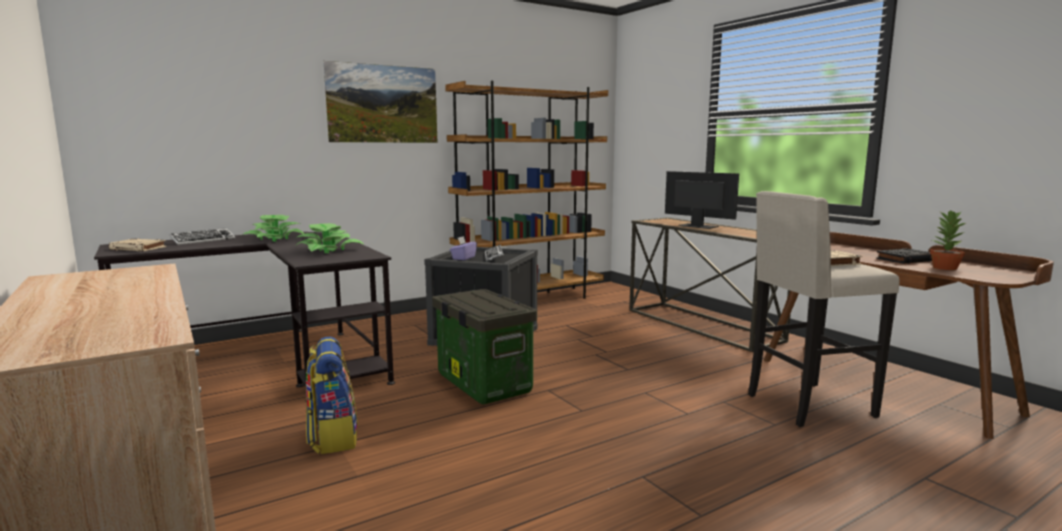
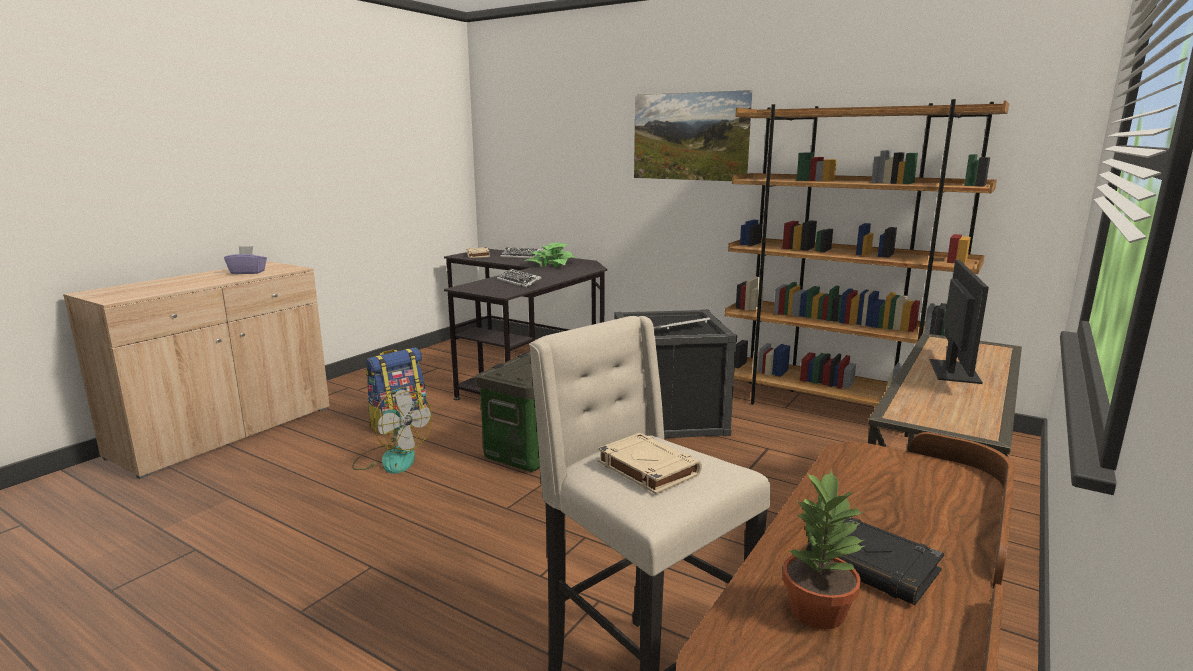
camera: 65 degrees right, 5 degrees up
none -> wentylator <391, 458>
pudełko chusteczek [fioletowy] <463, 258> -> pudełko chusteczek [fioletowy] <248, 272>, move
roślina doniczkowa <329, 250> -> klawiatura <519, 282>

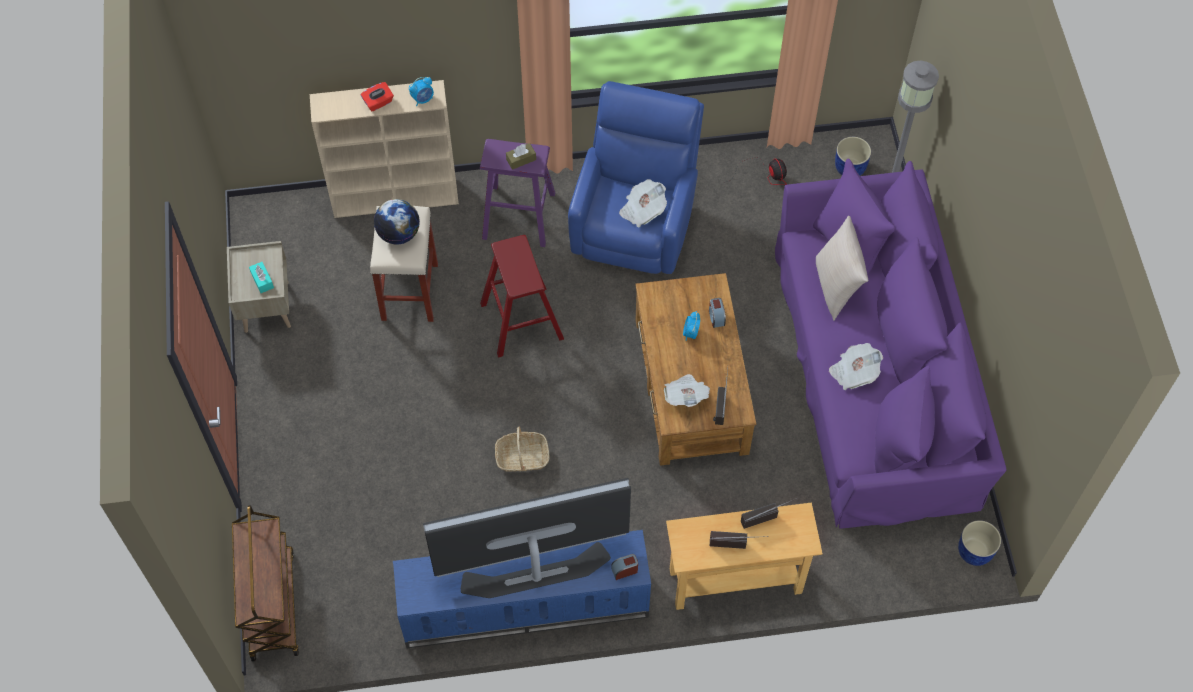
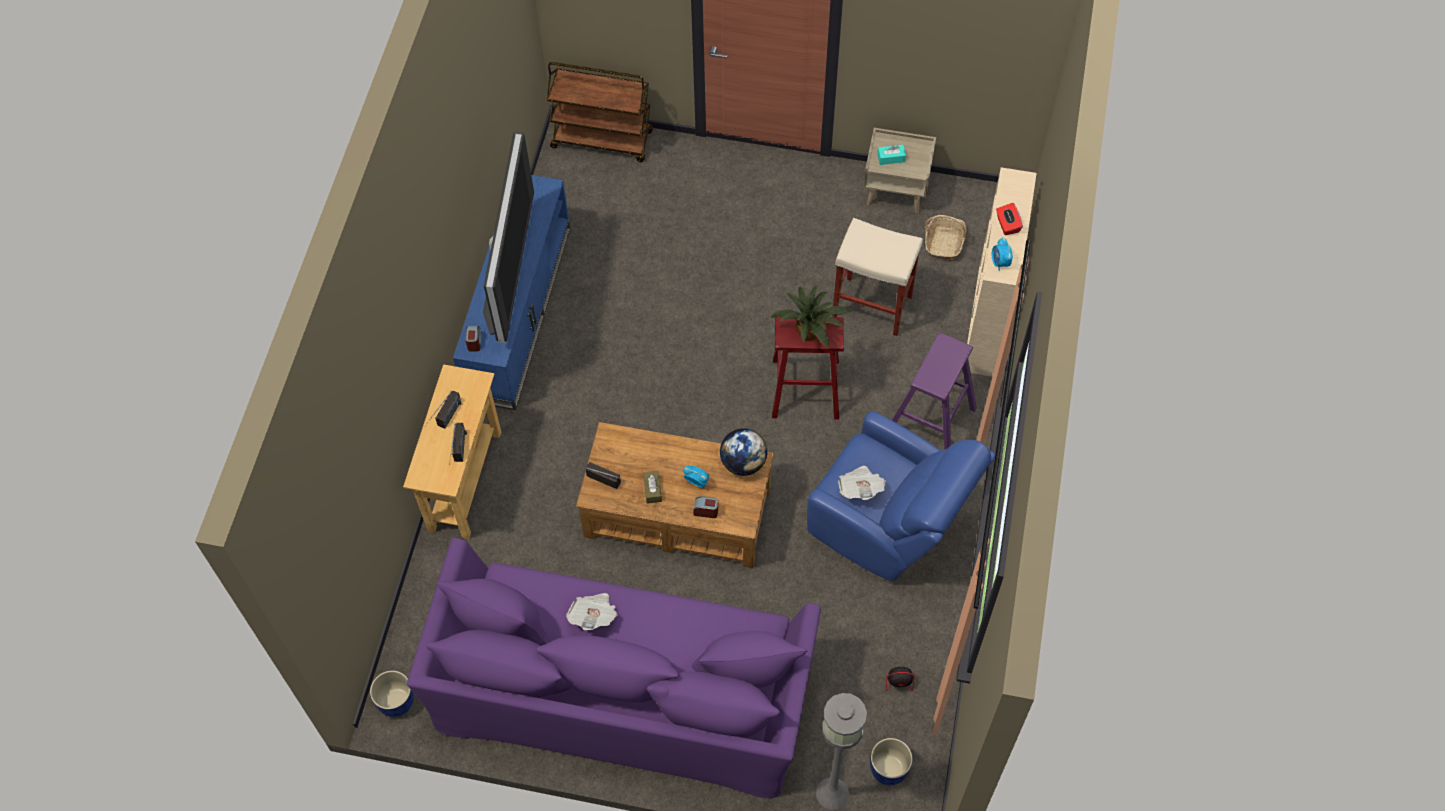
camera: 110 degrees right, 0 degrees up
gazeta <685, 396> -> none
poduszka [beżowy] <836, 286> -> none
none -> roślina doniczkowa <810, 330>
globus <399, 234> -> globus <743, 463>, move
koszyk <522, 457> -> koszyk <944, 242>, move
pudełko chusteczek [brązowy] <521, 159> -> pudełko chusteczek [brązowy] <652, 490>, move

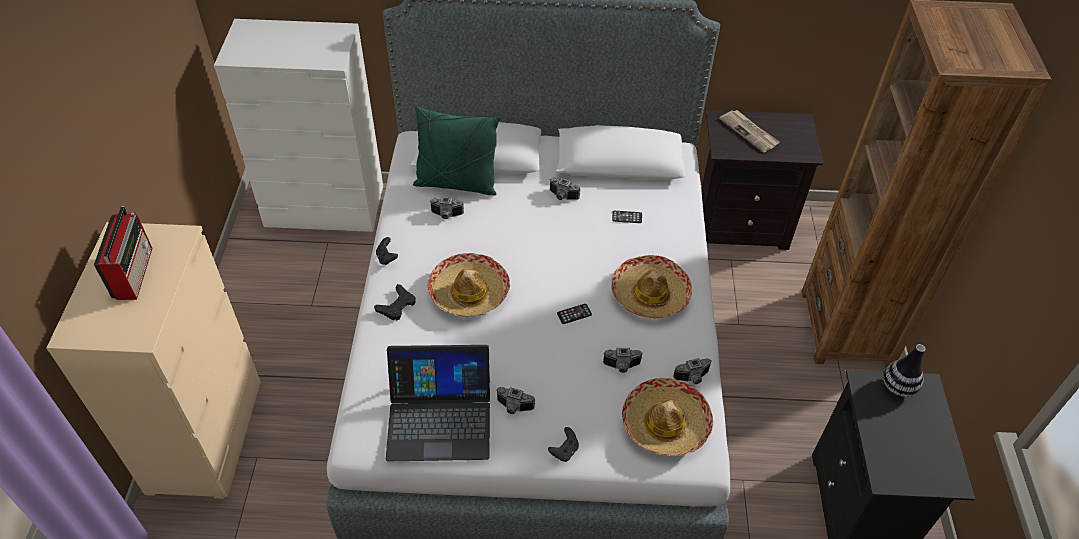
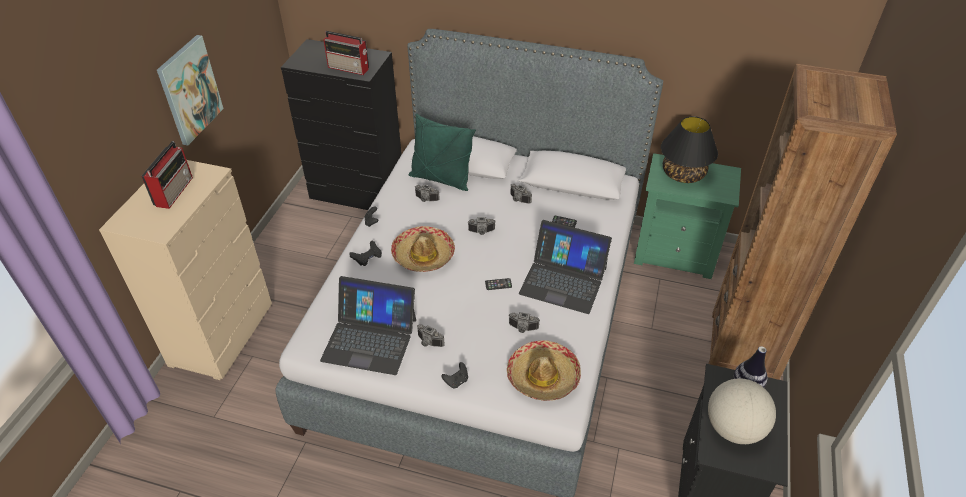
camera: 15 degrees right, 5 degrees down
none -> obraz <189, 90>
none -> radio <349, 68>
none -> globus <733, 428>
aparat fotograficzny <693, 378> -> aparat fotograficzny <481, 232>, move
kapelusz <650, 294> -> laptop <563, 280>
gazeta <749, 132> -> lampa stołowa [czarny] <683, 174>
komoda [biały] <326, 207> -> komoda [czarny] <358, 192>
szafka nocna [czarny] <739, 224> -> szafka nocna [zielony] <675, 253>

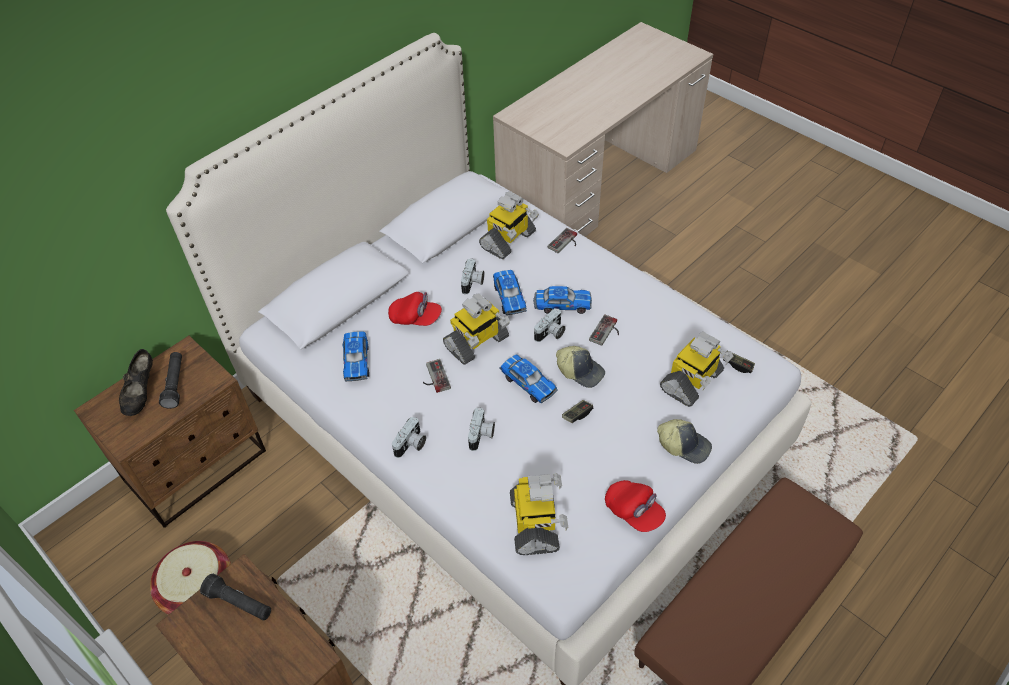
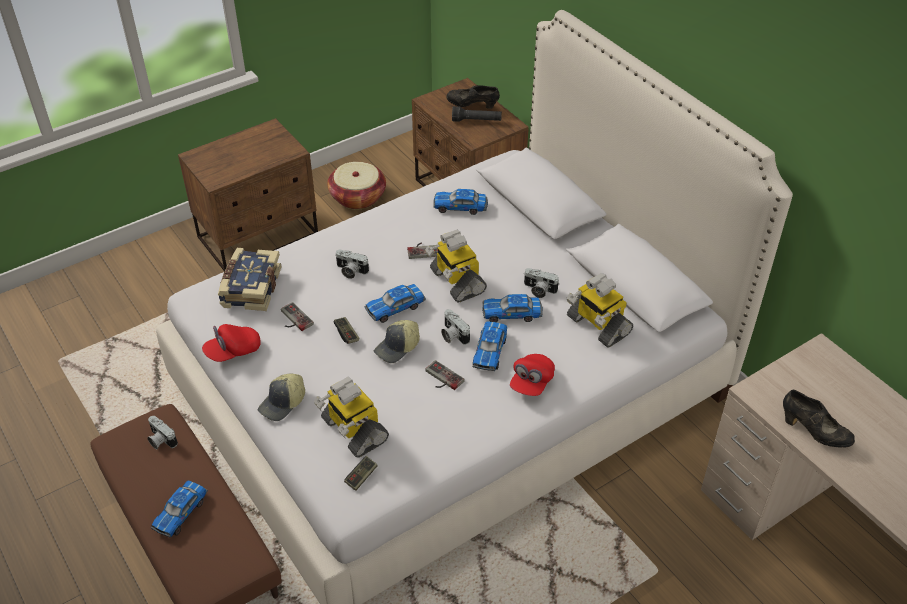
camera: 100 degrees right, 5 degrees down
latarka [czarny] <239, 603> -> none
none -> samochodzik <181, 512>
none -> but [czarny] <813, 432>
czapka z daszkiem [czerwony] <415, 318> -> czapka z daszkiem [czerwony] <531, 382>, move
aparat fotograficzny <411, 445> -> aparat fotograficzny <160, 440>, move
pad do gier <565, 243> -> pad do gier <293, 319>, move
robot zabawkowy <535, 524> -> książka <250, 288>

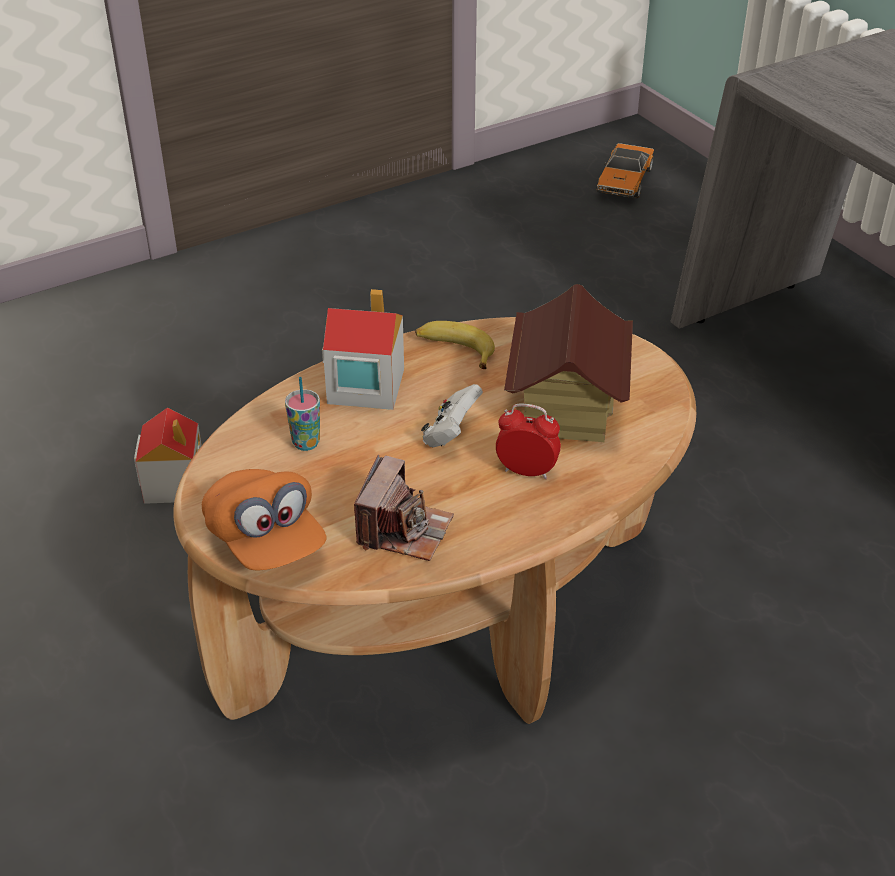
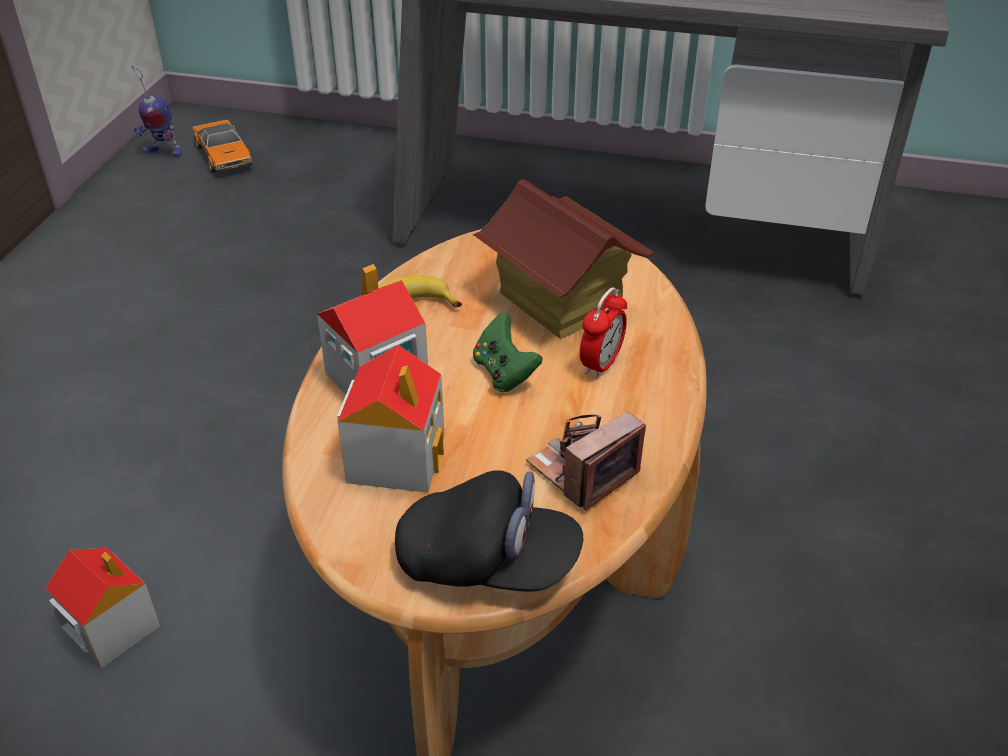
camera: 45 degrees left, 0 degrees up
none -> robot zabawkowy <163, 153>
filiżanka <306, 443> -> domek <396, 457>
czapka z daszkiem [pomarańczowy] <266, 541> -> czapka z daszkiem [czarny] <487, 562>
pad do gier [biały] <450, 434> -> pad do gier [zielony] <504, 373>
aparat fotograficzny <403, 530> -> aparat fotograficzny <583, 471>, 105 degrees counterclockwise
budzik <526, 471> -> budzik <601, 364>, 150 degrees clockwise

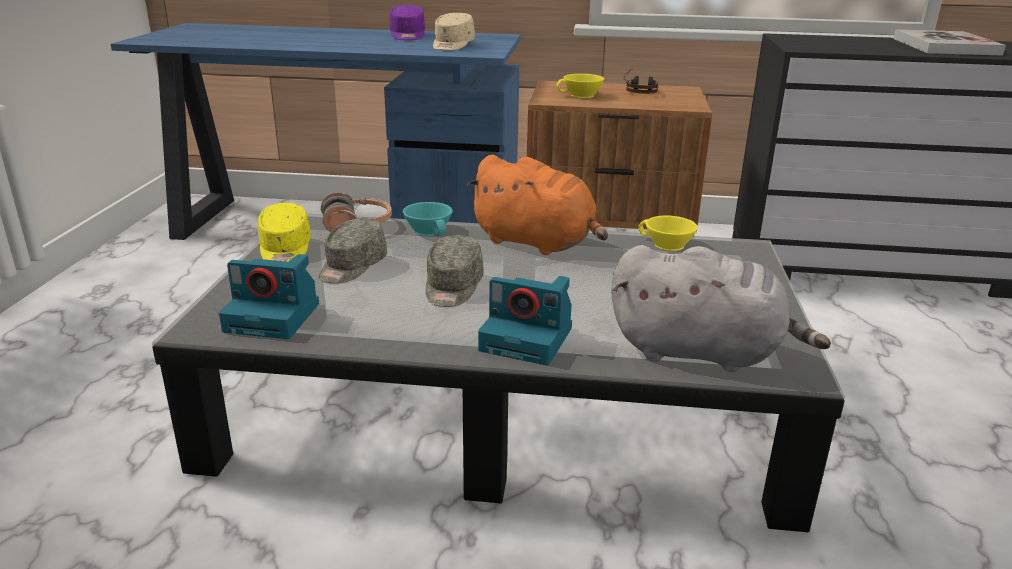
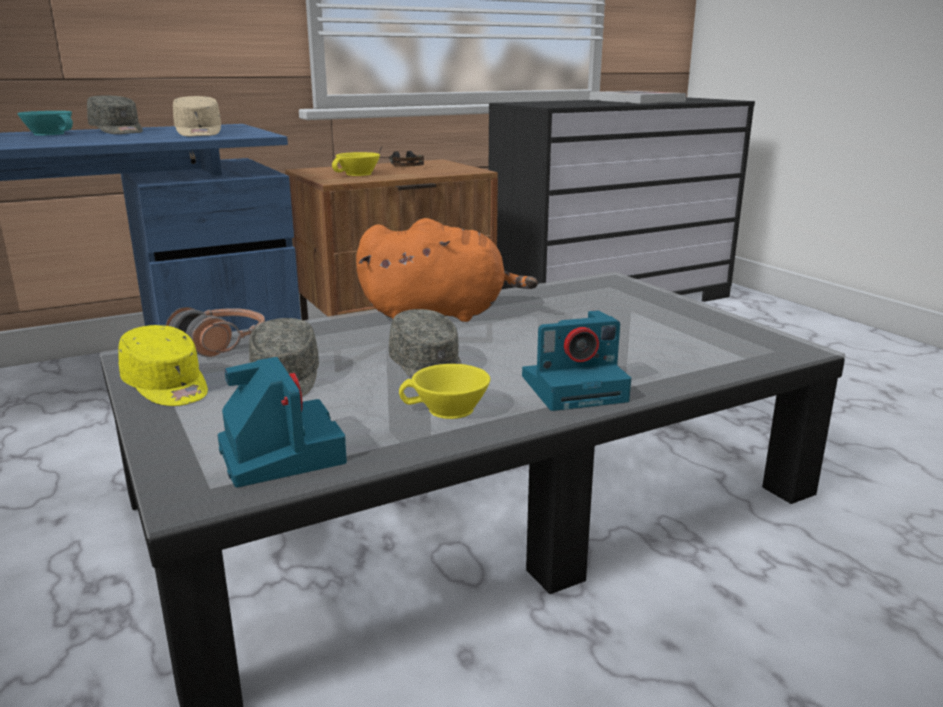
camera: 35 degrees left, 5 degrees down
pluszak [szary] <701, 352> -> none
filiżanka [turkusowy] <430, 230> -> filiżanka [turkusowy] <52, 134>, move
filiżanka [żółty] <666, 245> -> filiżanka [żółty] <448, 410>, move
czapka z daszkiem [fioletowy] <407, 36> -> czapka z daszkiem [szary] <118, 131>
aparat fotograficzny <275, 317> -> aparat fotograficzny <279, 452>, 90 degrees counterclockwise

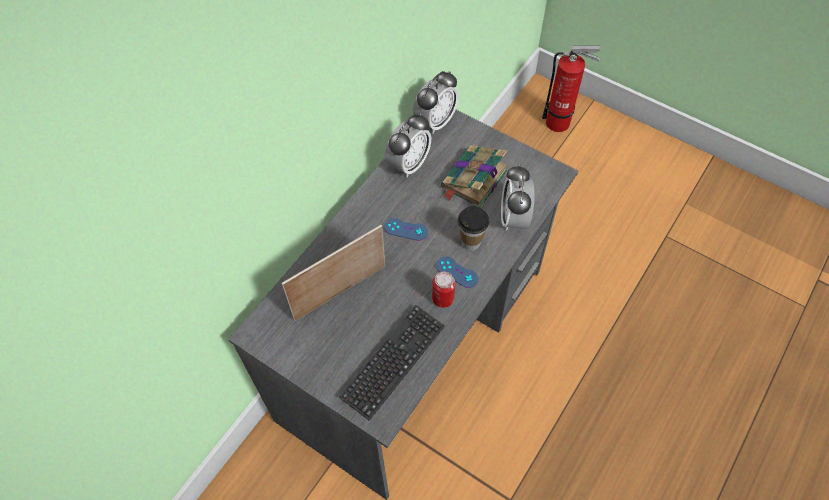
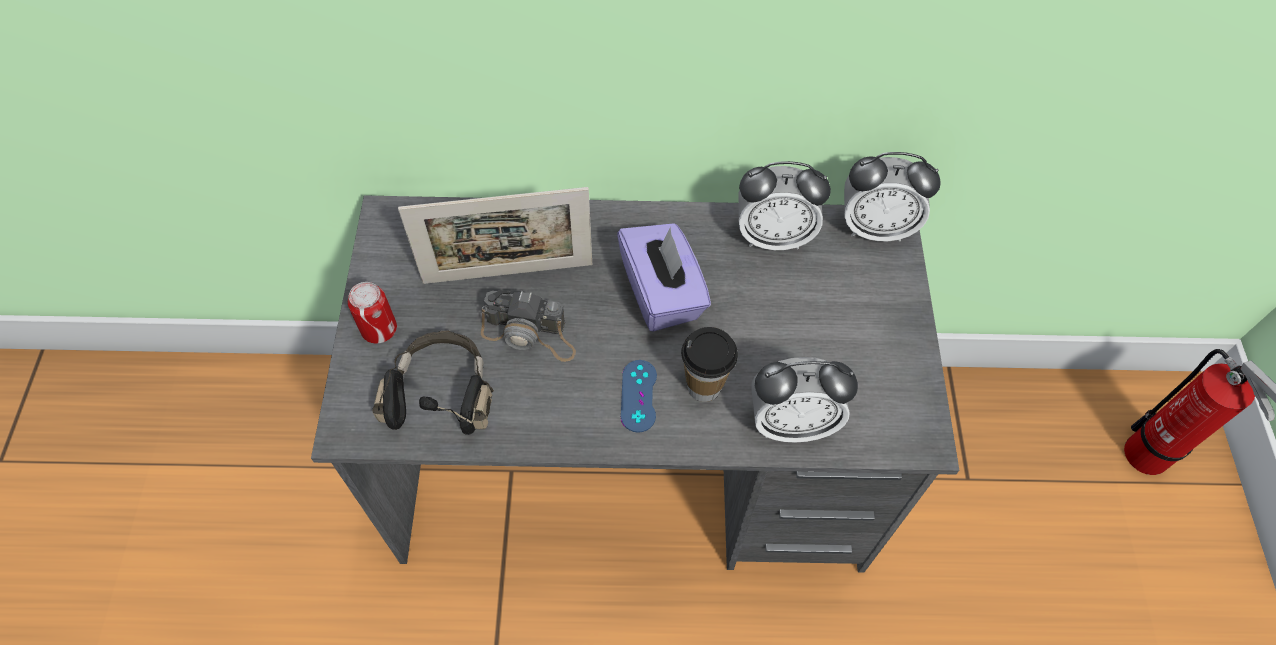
camera: 55 degrees right, 0 degrees up
książka <473, 181> -> none
none -> aparat fotograficzny <530, 334>
puszka <443, 298> -> puszka <379, 329>, move
klawiatura <393, 362> -> słuchawki [czarny] <441, 395>
pad do gier [niebieski] <406, 229> -> pudełko chusteczek [fioletowy] <662, 293>
ramka na zdjęcie <340, 292> -> ramka na zdjęcie <508, 273>, 150 degrees clockwise
budzik <514, 218> -> budzik <791, 422>, 150 degrees counterclockwise

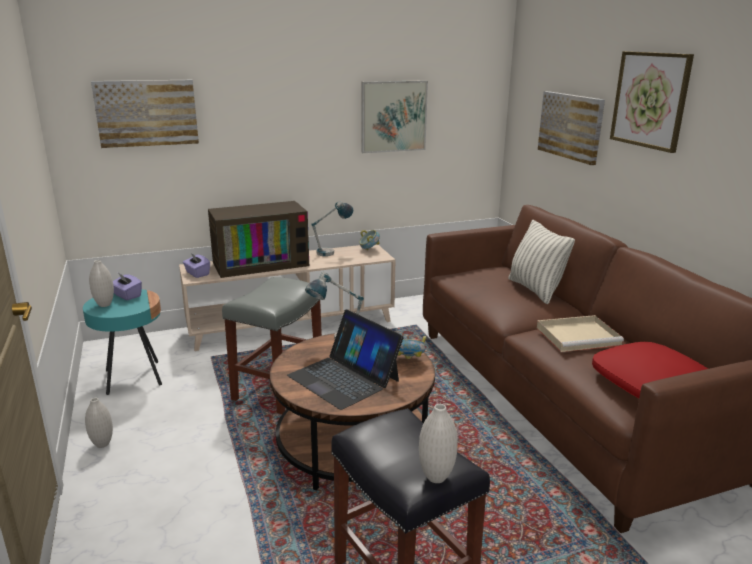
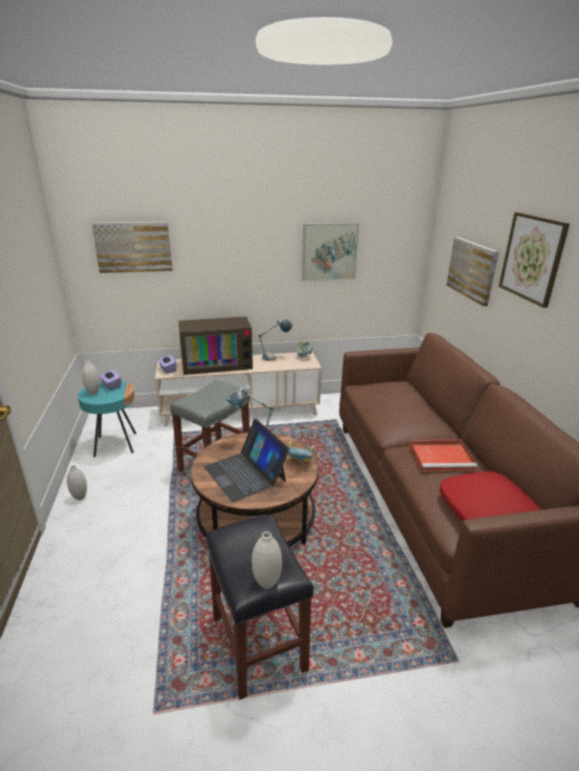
camera: 10 degrees right, 5 degrees up
poduszka <535, 290> -> none
taca [beżowy] <579, 336> -> taca [czerwony] <442, 457>

